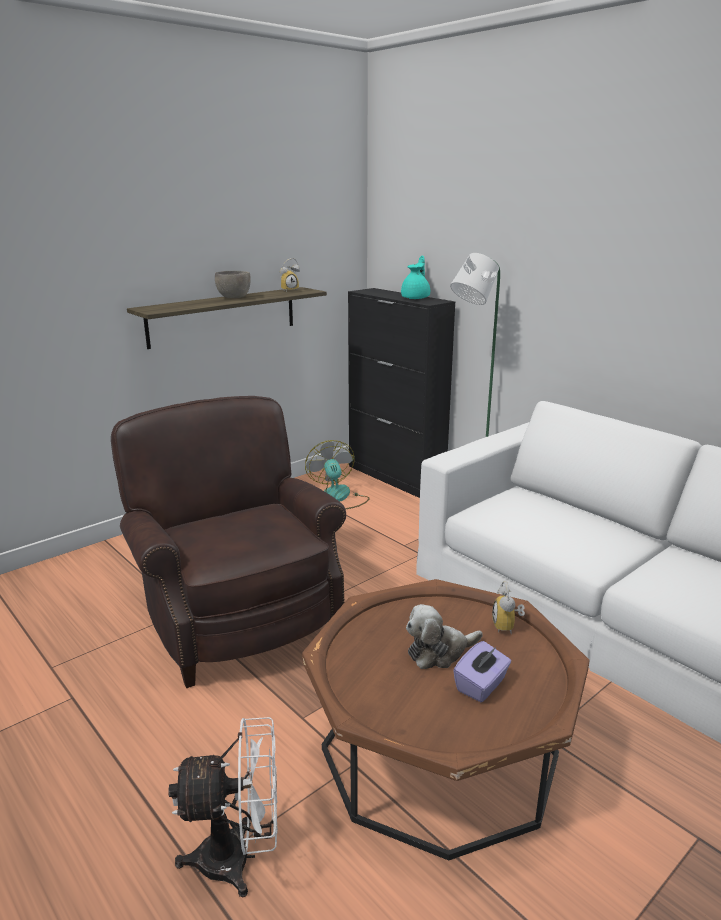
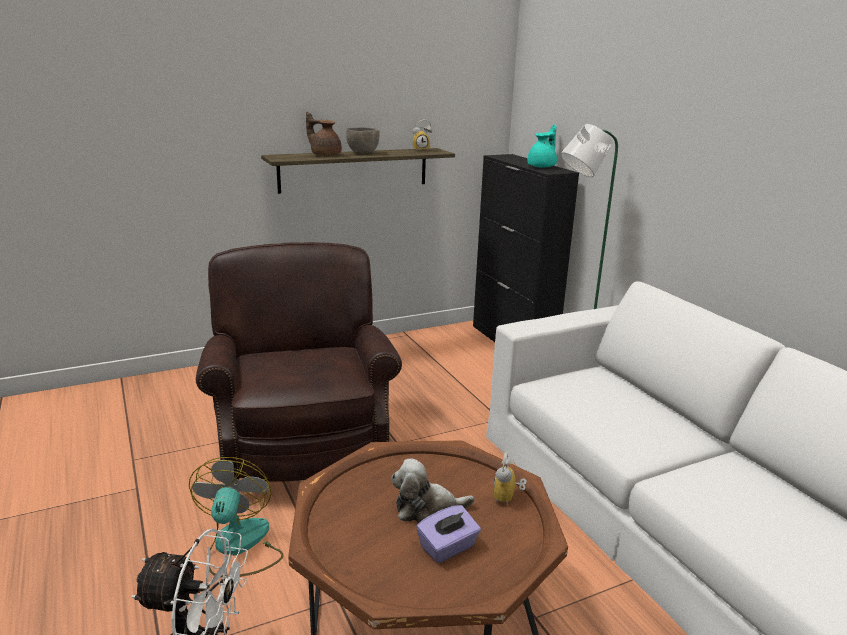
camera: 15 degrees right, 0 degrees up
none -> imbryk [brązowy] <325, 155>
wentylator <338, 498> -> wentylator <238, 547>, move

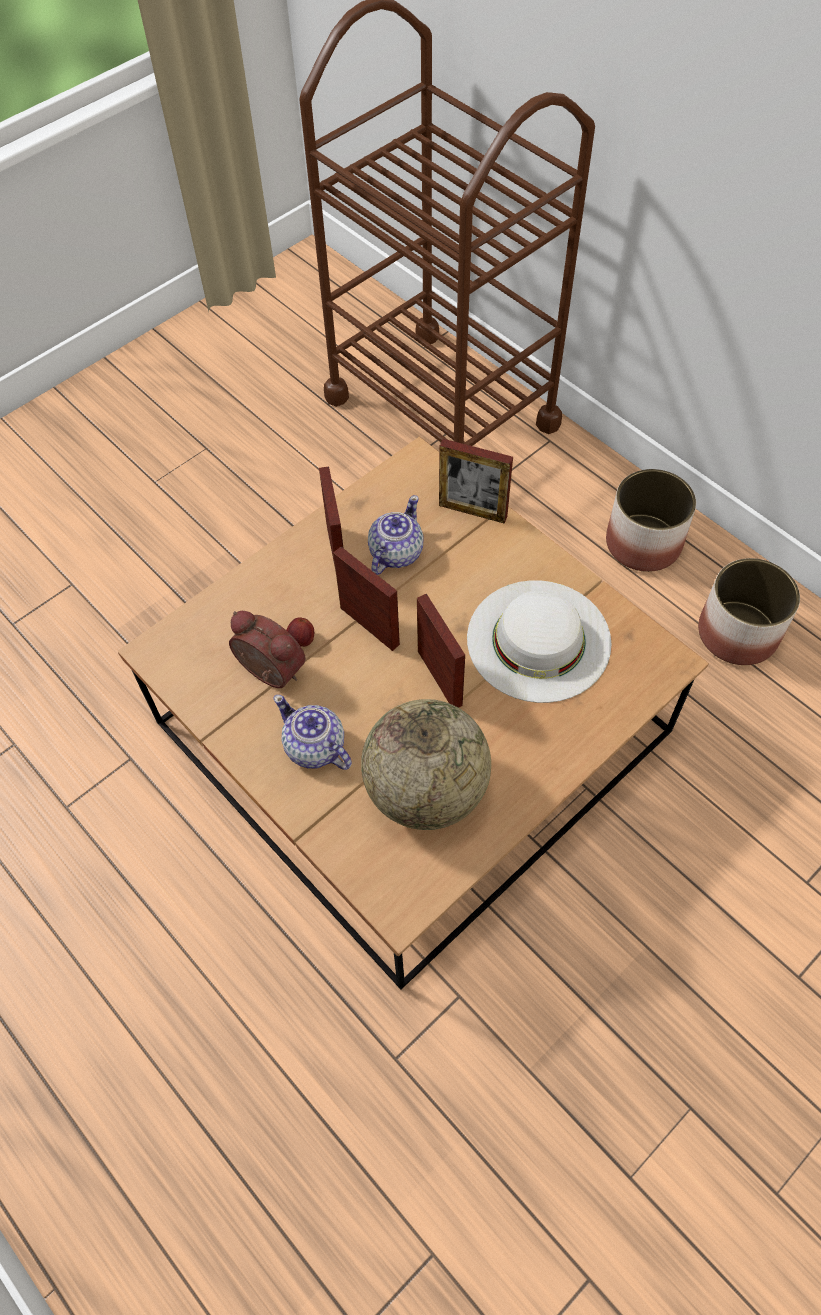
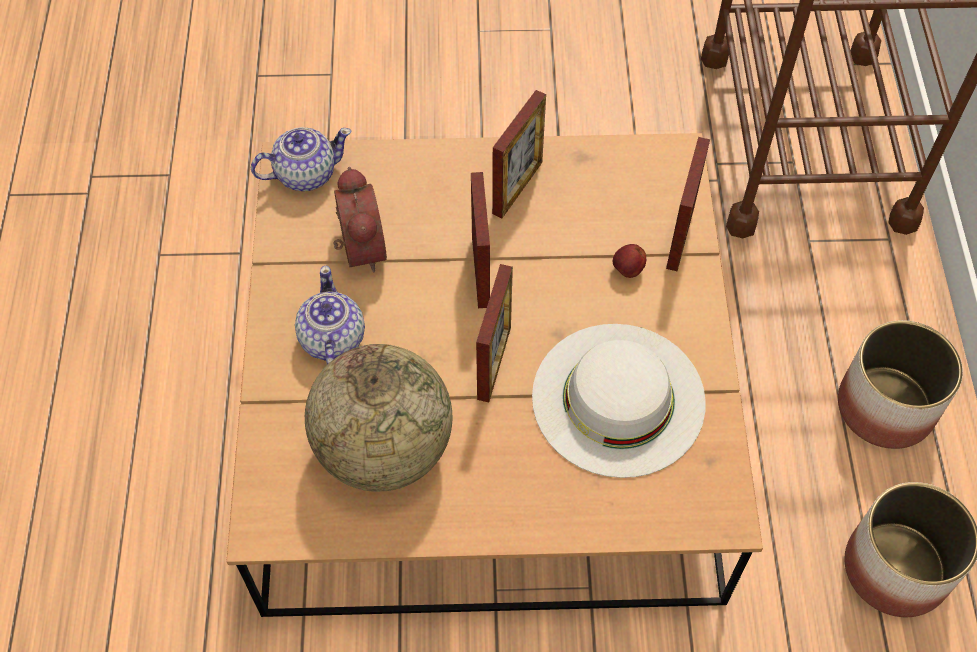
camera: 40 degrees right, 0 degrees up
jabłko <301, 640> -> jabłko <627, 270>, move
imbryk <395, 553> -> imbryk <305, 174>, move
ramka na zdjęcie <473, 511> -> ramka na zdjęcie <680, 237>, 45 degrees clockwise

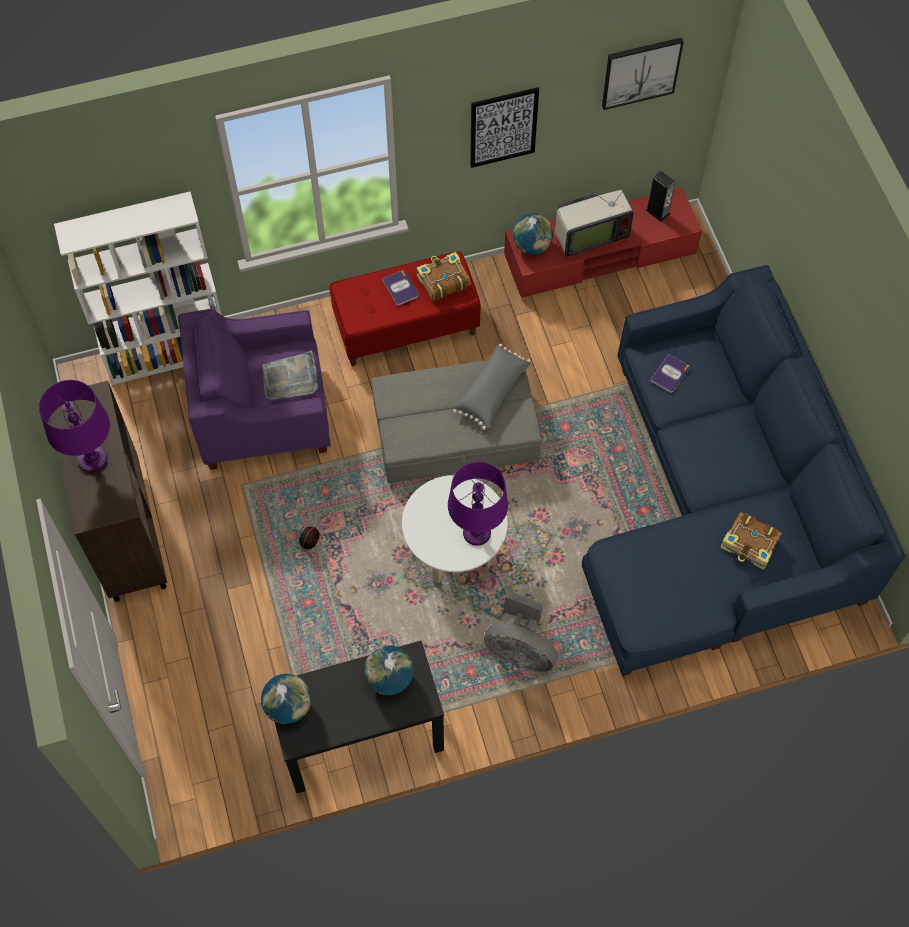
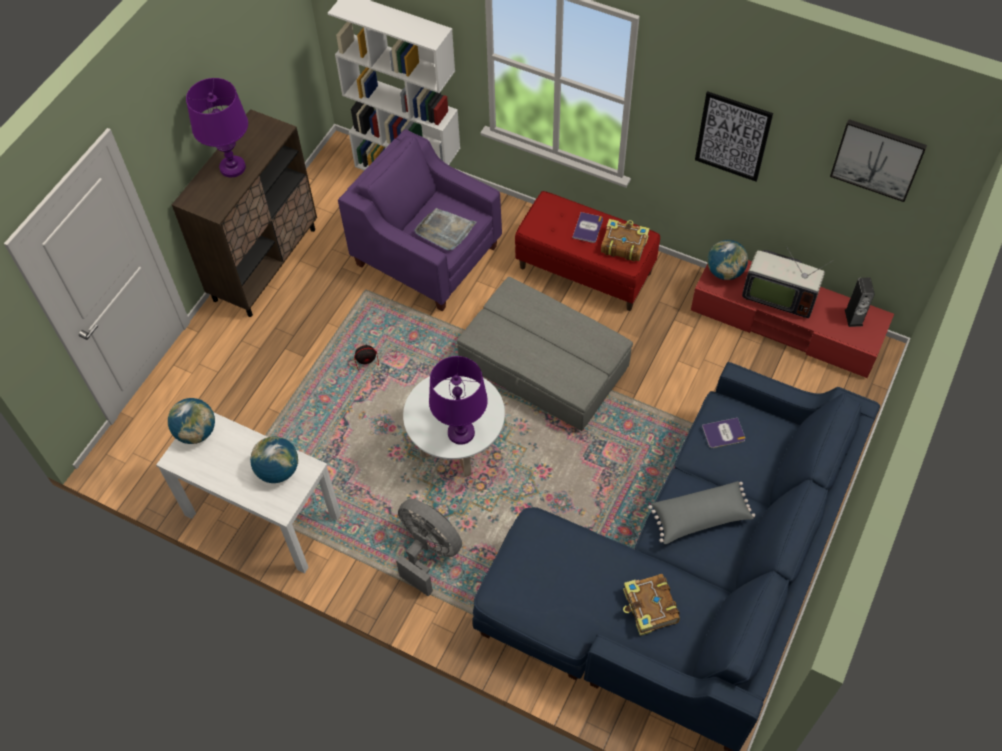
camera: 45 degrees right, 5 degrees down
poduszka [szary] <493, 392> -> poduszka [szary] <700, 518>, move
stolik konsolowy [czarny] <360, 737> -> stolik konsolowy [biały] <262, 515>
wentylator [szary] <520, 650> -> wentylator [szary] <428, 552>, 150 degrees clockwise

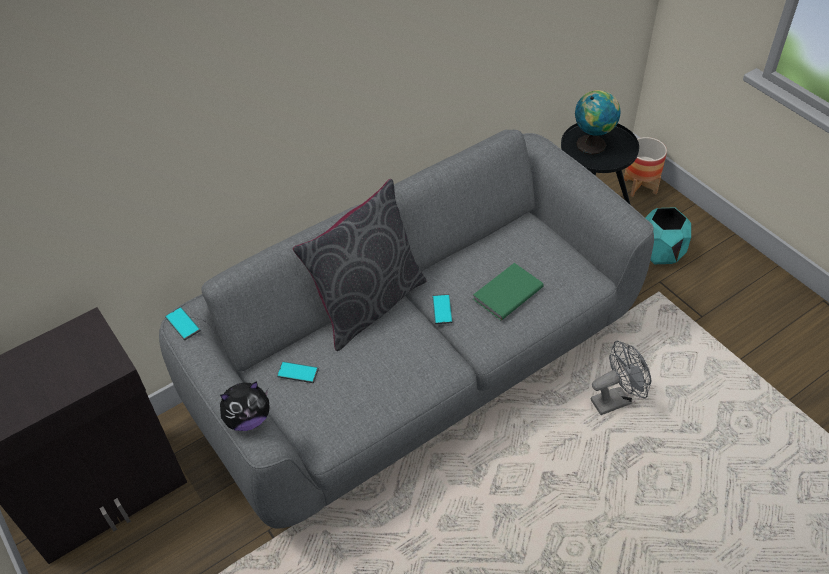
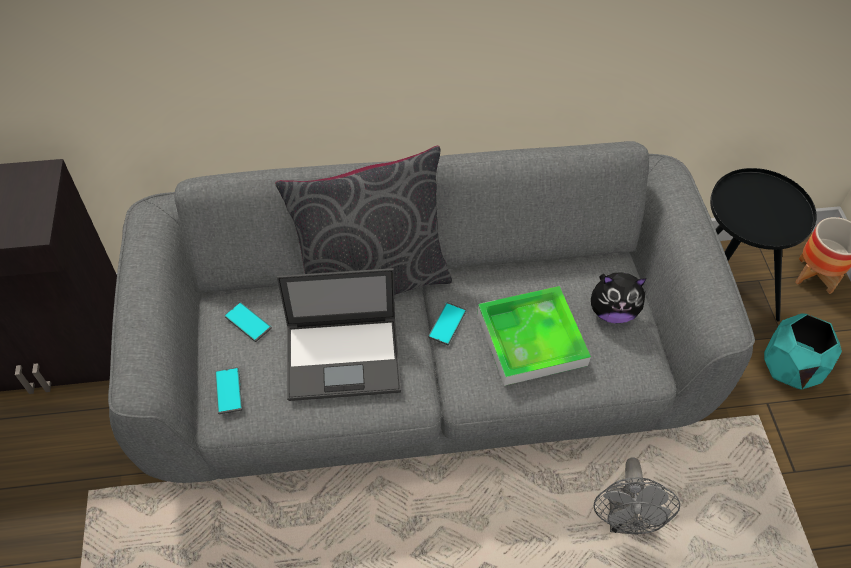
camera: 25 degrees right, 5 degrees up
globus <593, 144> -> none
none -> laptop <344, 357>
telefon <183, 324> -> telefon <229, 391>, move
pluszak <248, 419> -> pluszak <612, 311>, move
książka [zielony] <506, 293> -> taca <531, 339>
wentylator [szary] <616, 399> -> wentylator [szary] <623, 520>, 90 degrees clockwise

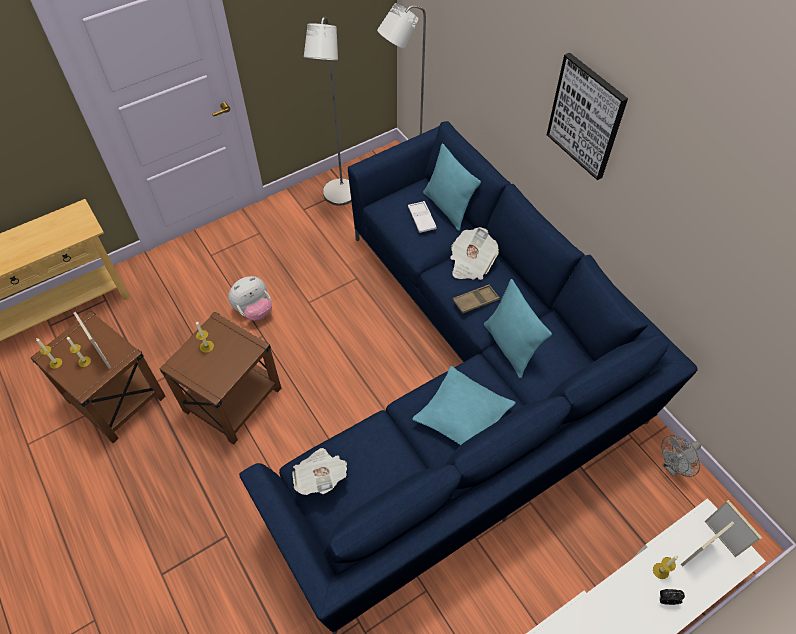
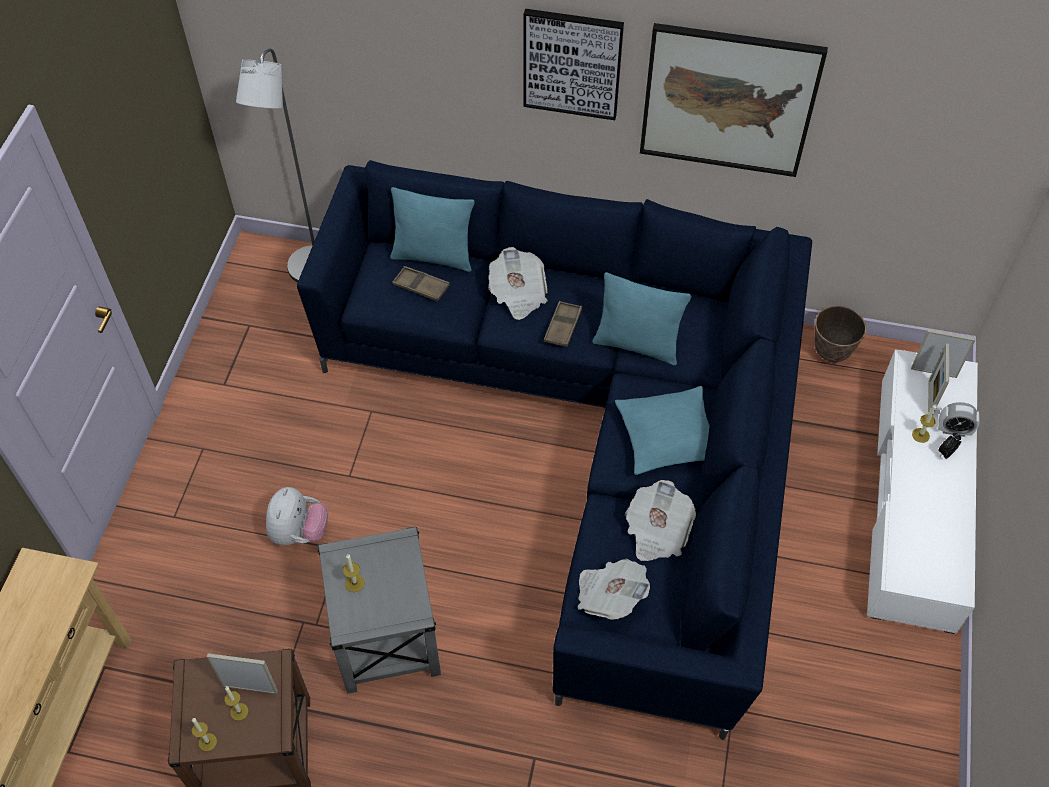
camera: 45 degrees left, 0 degrees up
lampa stojąca [szary] <339, 198> -> none
none -> gazeta <657, 532>
none -> obraz <728, 100>
none -> budzik <953, 430>
wentylator [szary] <673, 467> -> donica <831, 353>
stolik [brązowy] <232, 400> -> stolik [szary] <387, 637>
taca [biały] <421, 219> -> taca [brązowy] <421, 286>

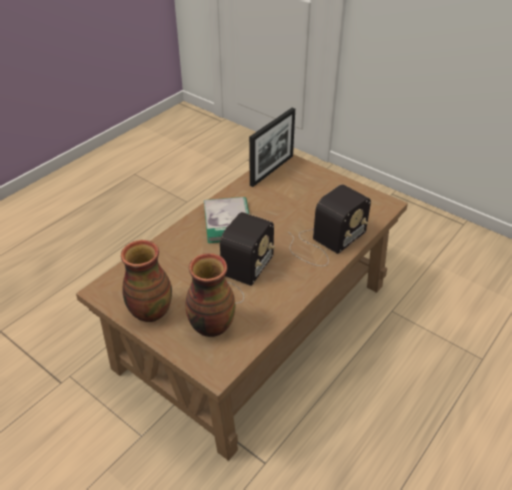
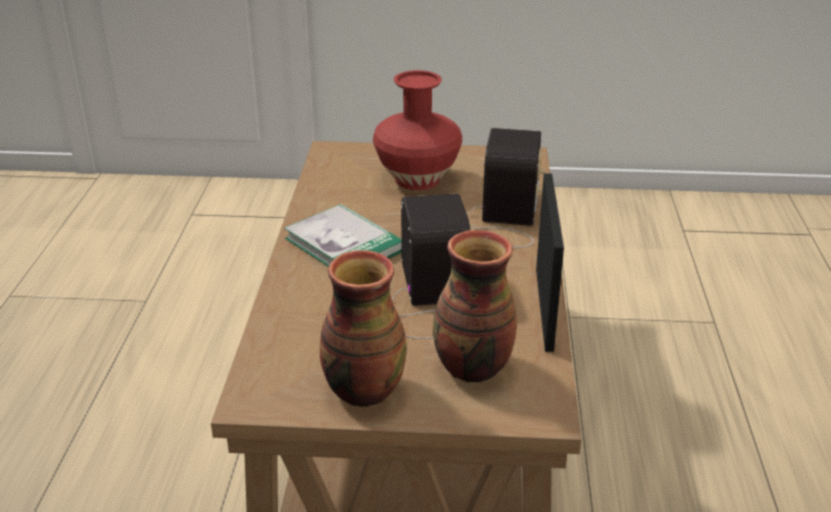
camera: 35 degrees left, 10 degrees down
none -> wazon [czerwony] <418, 179>
ramka na zdjęcie <272, 170> -> ramka na zdjęcie <544, 308>, move

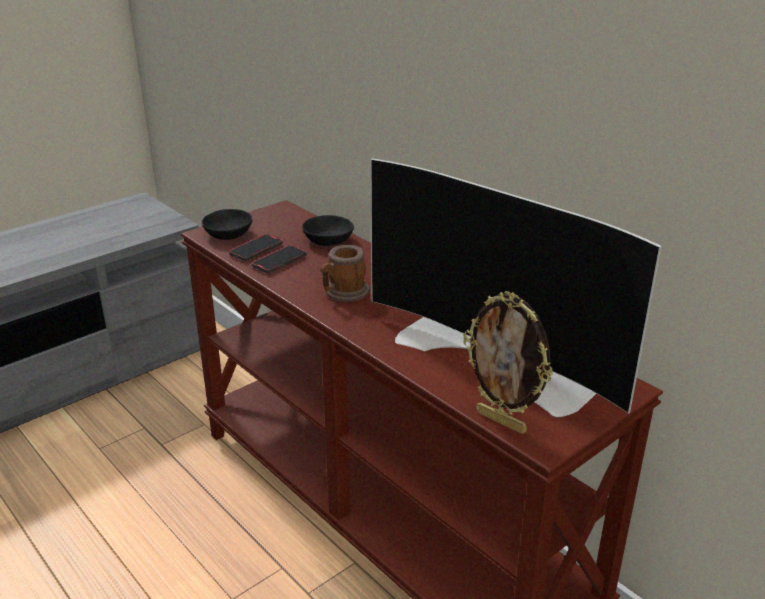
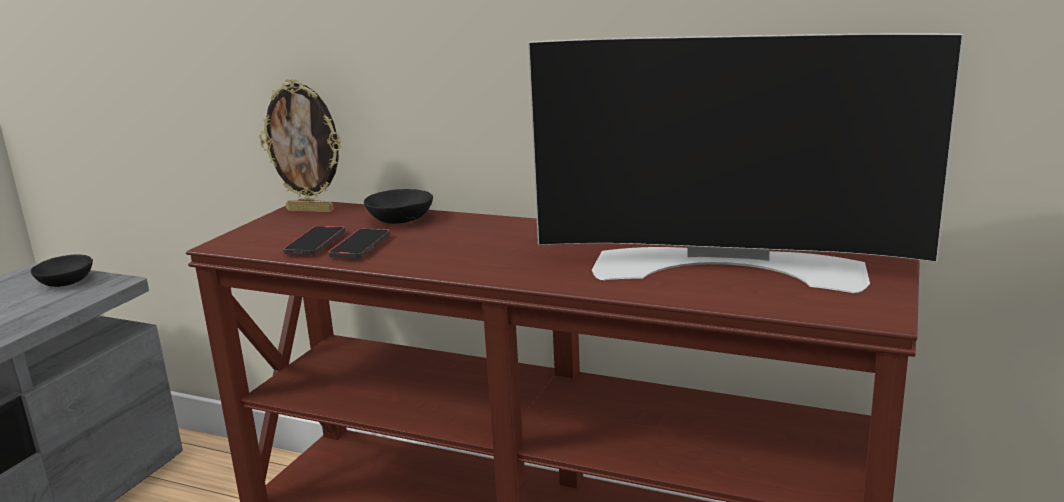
camera: 25 degrees left, 10 degrees down
kubek <343, 293> -> none
miska [czarny] <226, 234> -> miska [czarny] <63, 282>, move
ramka na zdjęcie <502, 421> -> ramka na zdjęcie <311, 210>, move

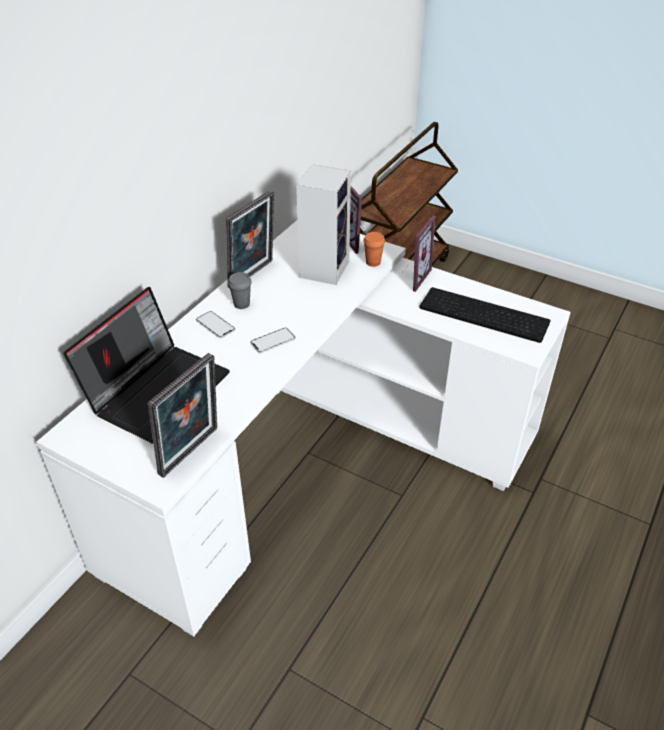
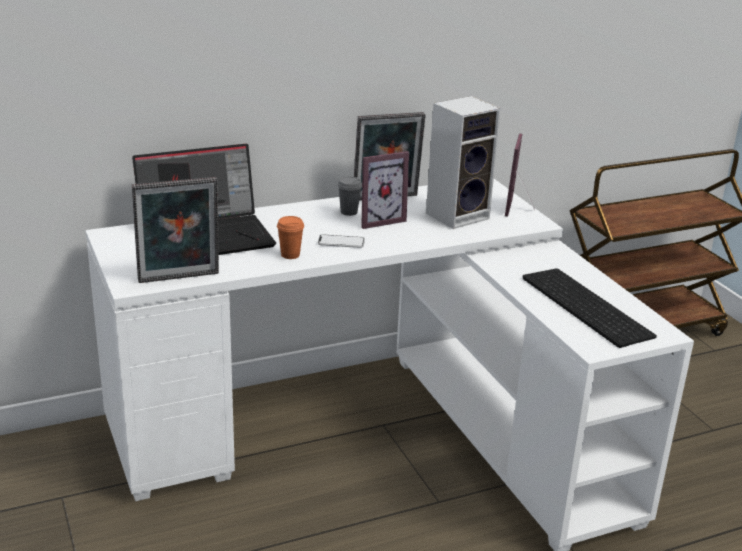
camera: 35 degrees right, 15 degrees down
telefon <215, 325> -> none
filiżanka [pomarańczowy] <373, 262> -> filiżanka [pomarańczowy] <290, 255>, move
ramka na zdjęcie <412, 277> -> ramka na zdjęcie <378, 219>, move

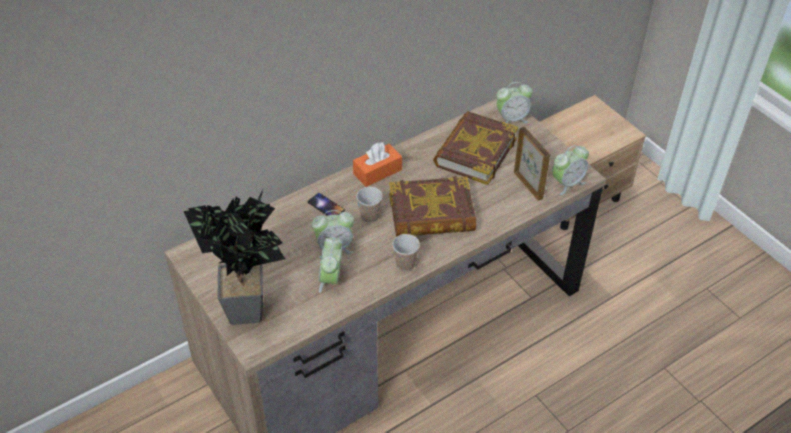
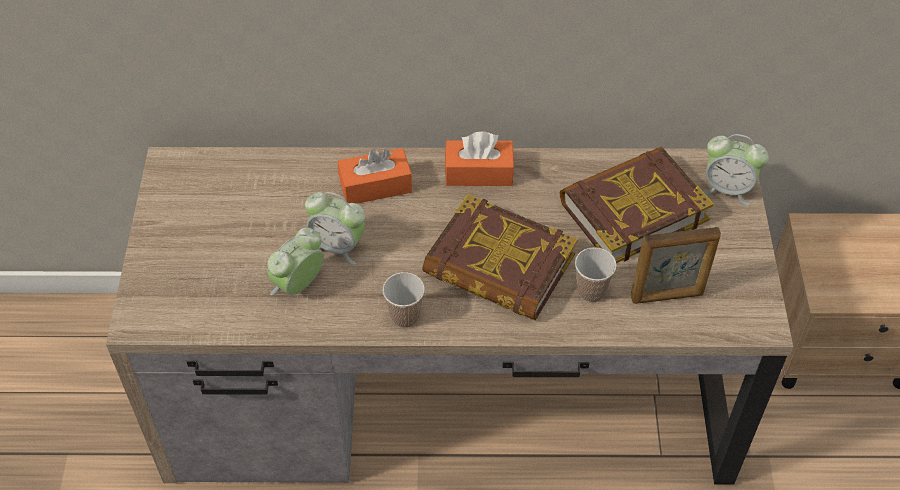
camera: 35 degrees right, 5 degrees up
roślina doniczkowa <252, 314> -> none
budzik <567, 183> -> none
filiżanka <369, 216> -> filiżanka <591, 291>, move
telefon <326, 206> -> pudełko chusteczek [pomarańczowy] <375, 186>
ramka na zdjęcie <528, 185> -> ramka na zdjęcie <667, 296>, 75 degrees clockwise

